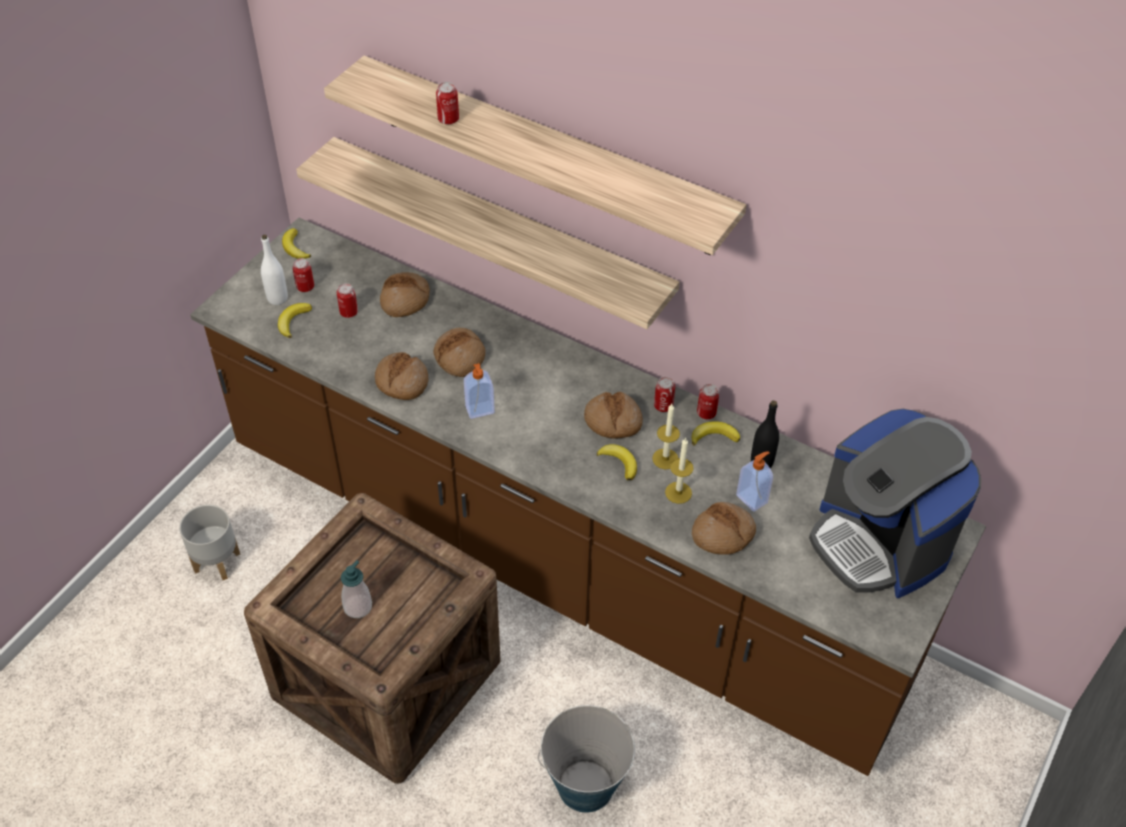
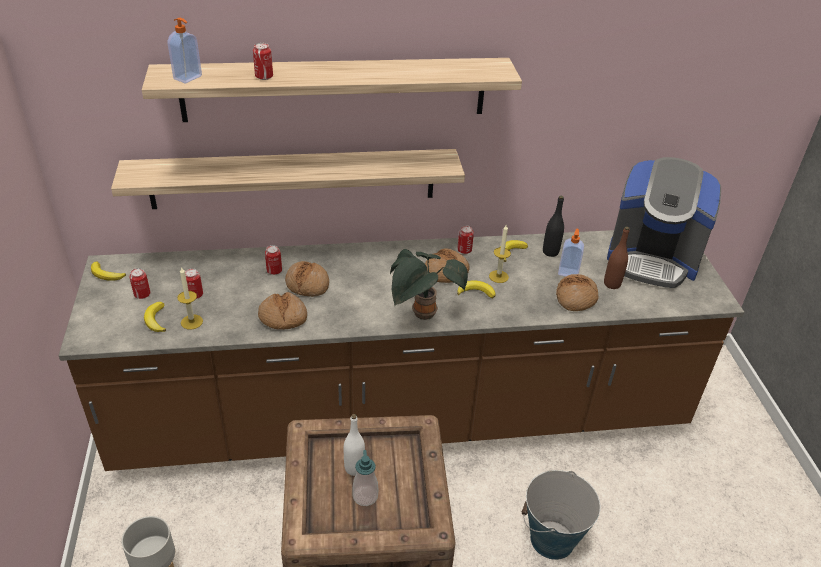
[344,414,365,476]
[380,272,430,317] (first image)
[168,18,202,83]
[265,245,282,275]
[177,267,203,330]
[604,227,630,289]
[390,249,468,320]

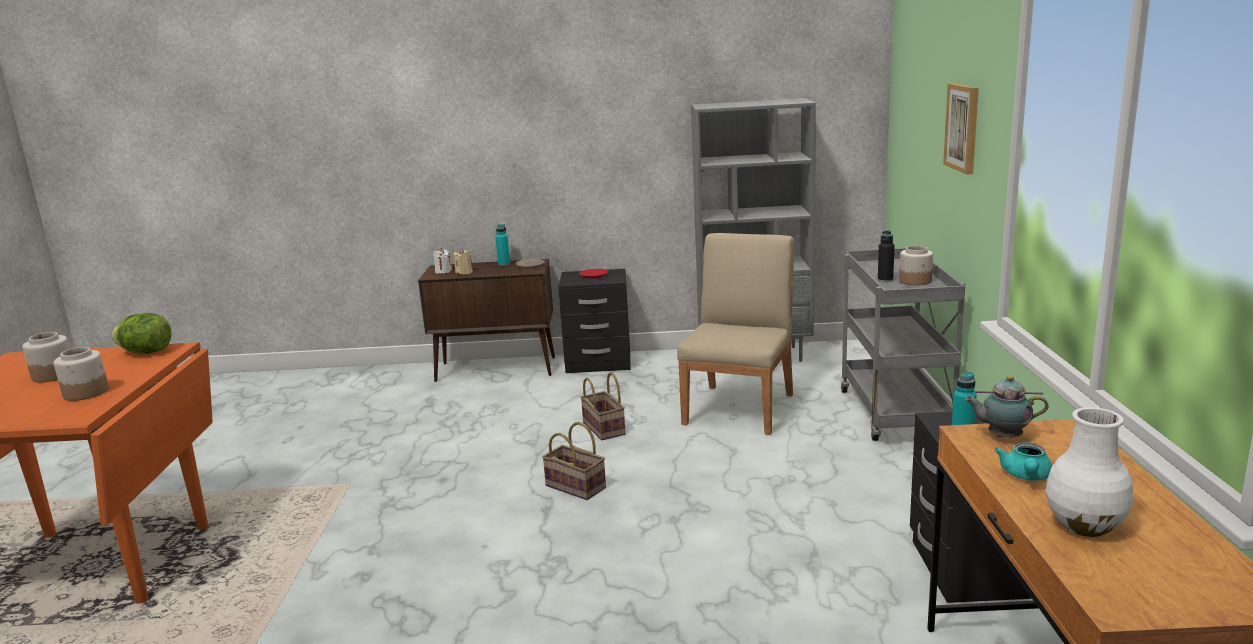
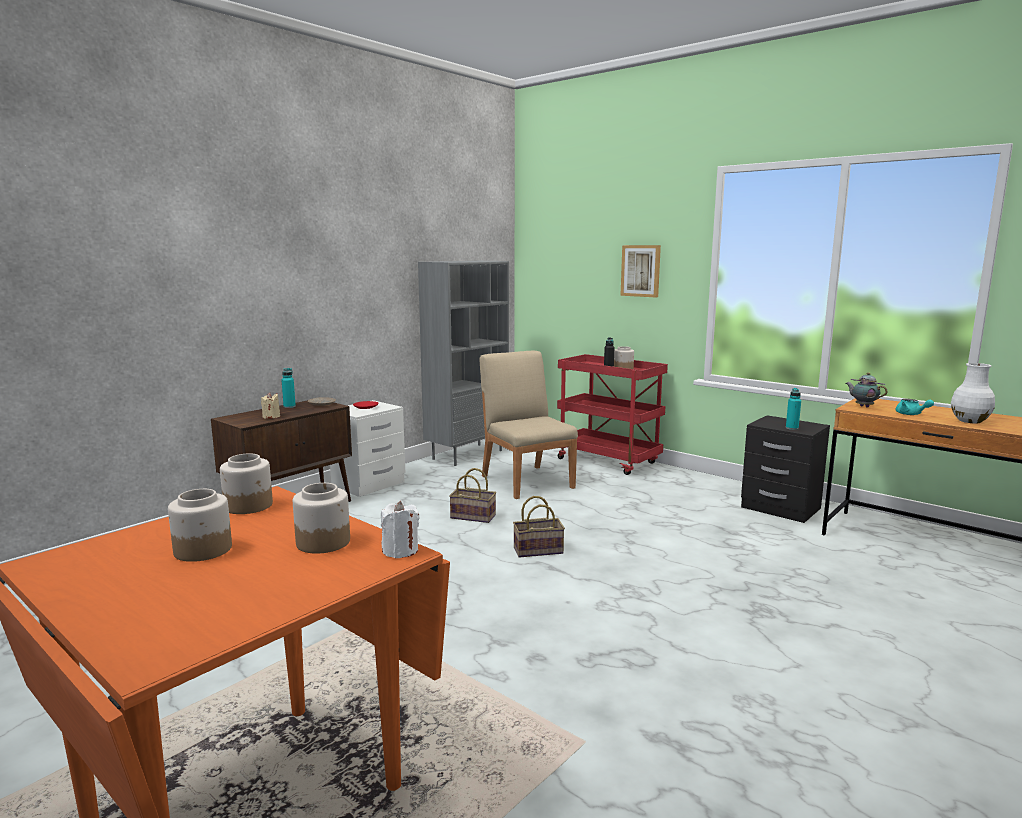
[381,501,419,558]
[557,354,668,475]
[330,400,405,497]
[220,454,273,514]
[846,372,888,408]

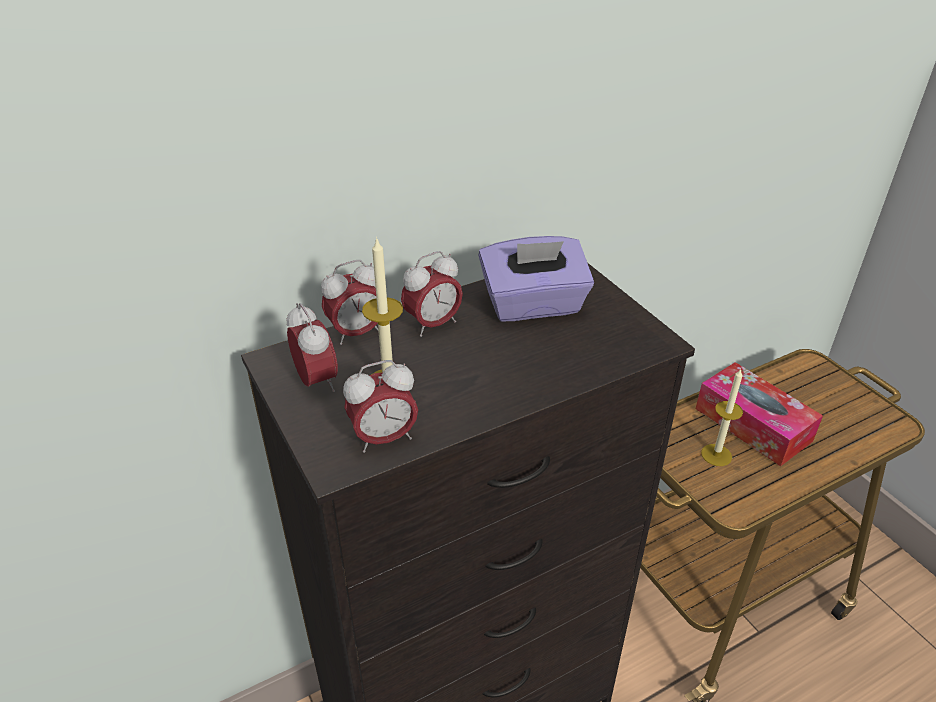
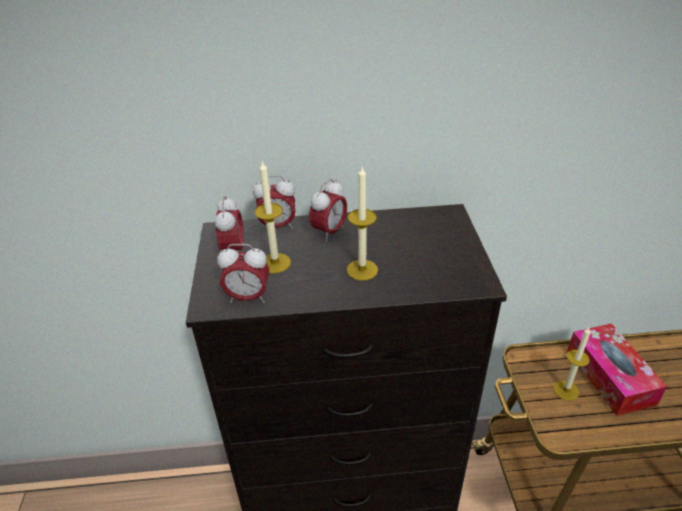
[478,236,594,321] (first image)
[309,179,347,242]
[347,167,378,281]

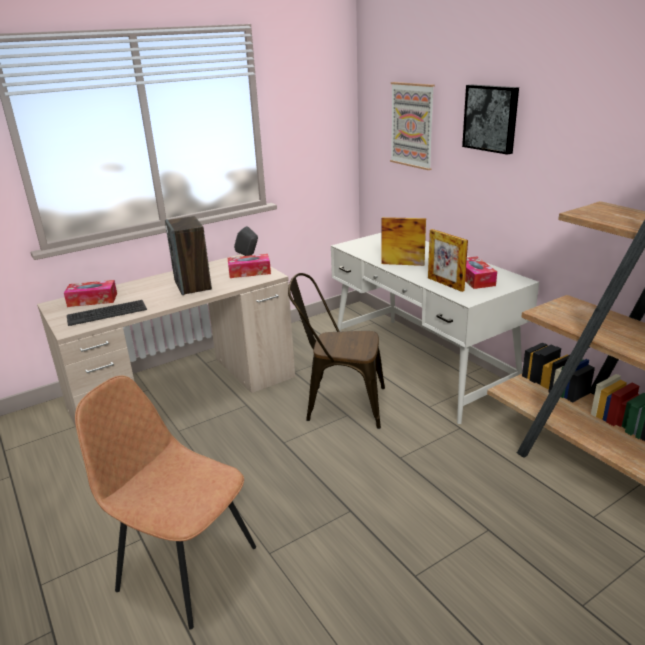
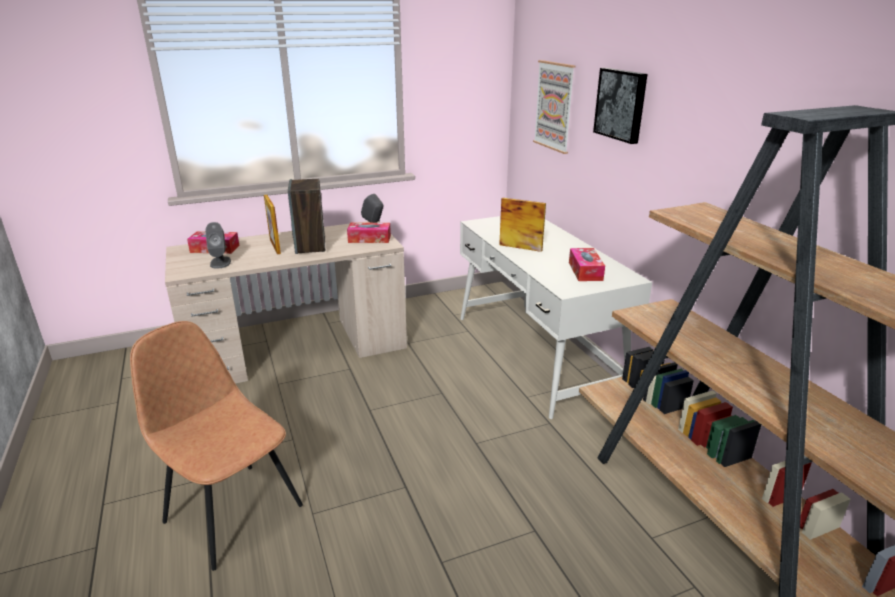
[264,195,281,254]
[288,273,385,429] (first image)
[205,222,231,269]

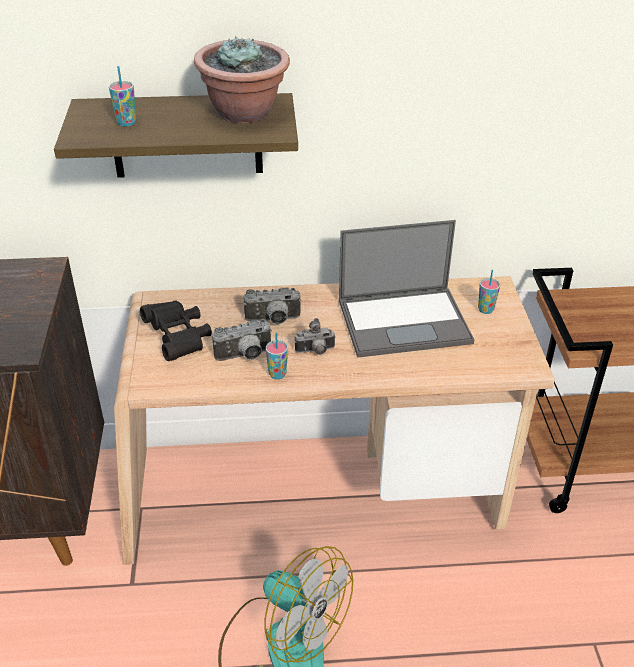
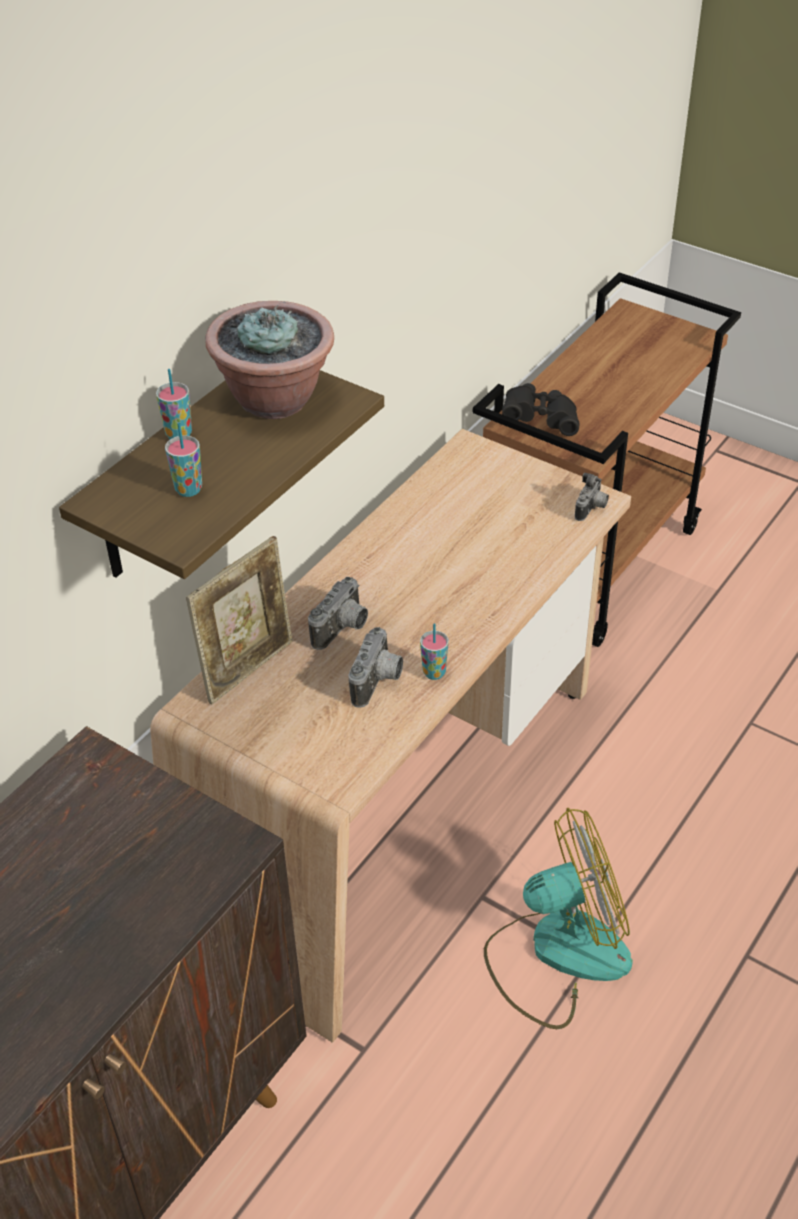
[339,220,474,358] (first image)
[156,369,192,439]
[502,383,579,436]
[575,472,609,521]
[186,536,292,705]

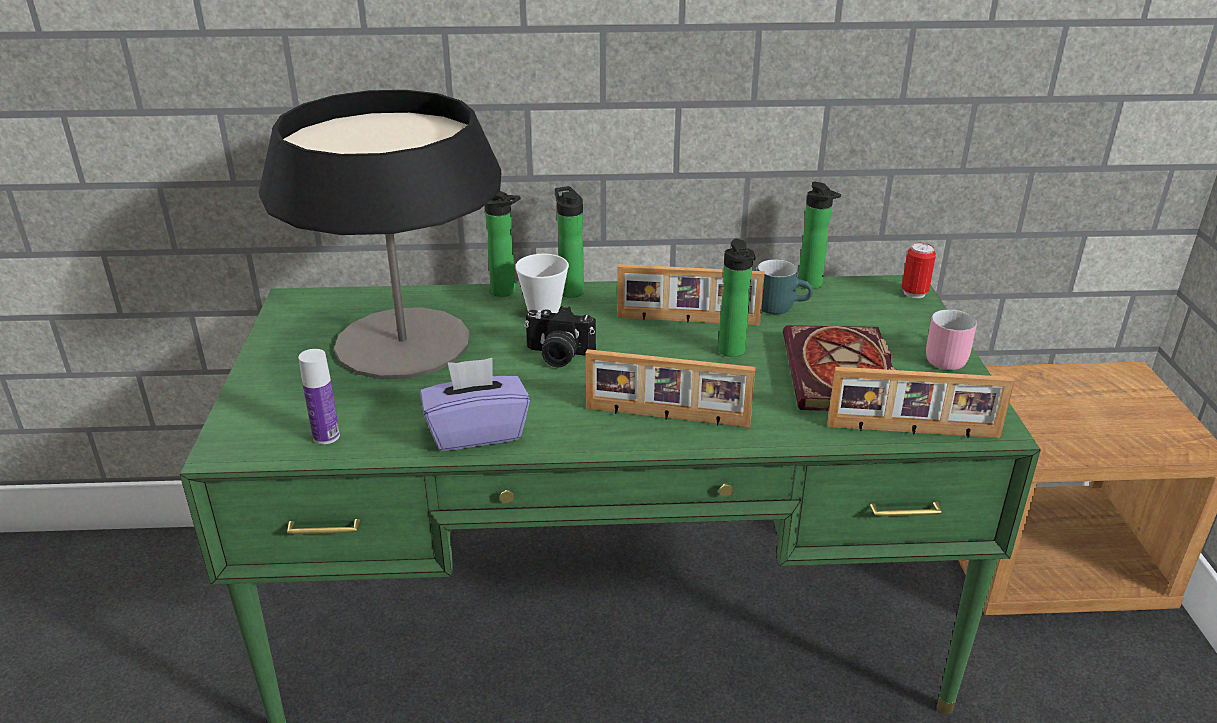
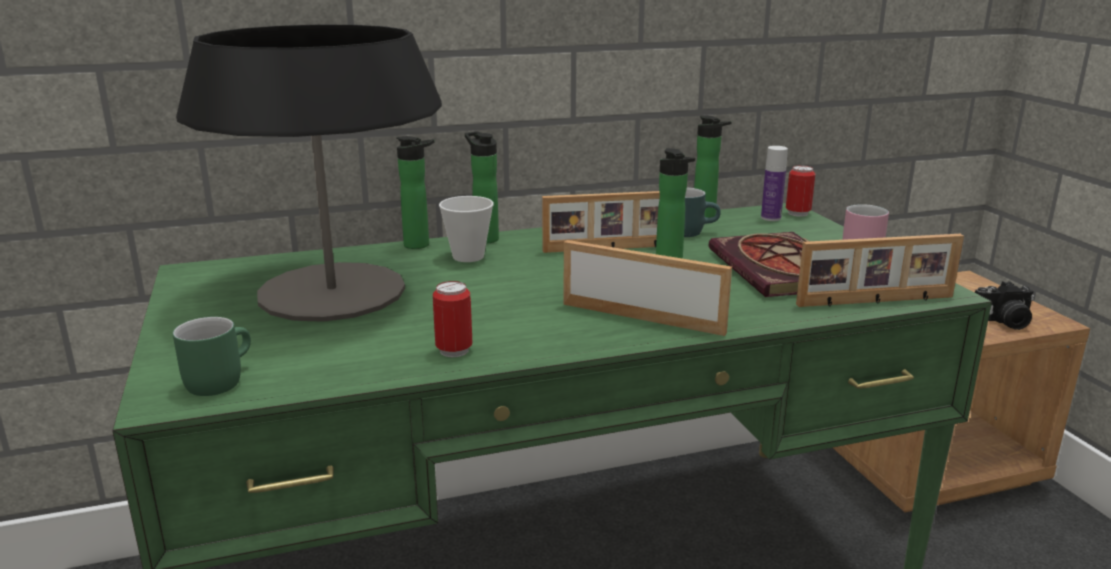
[975,281,1034,330]
[761,146,788,221]
[564,240,732,336]
[433,281,472,357]
[173,317,251,396]

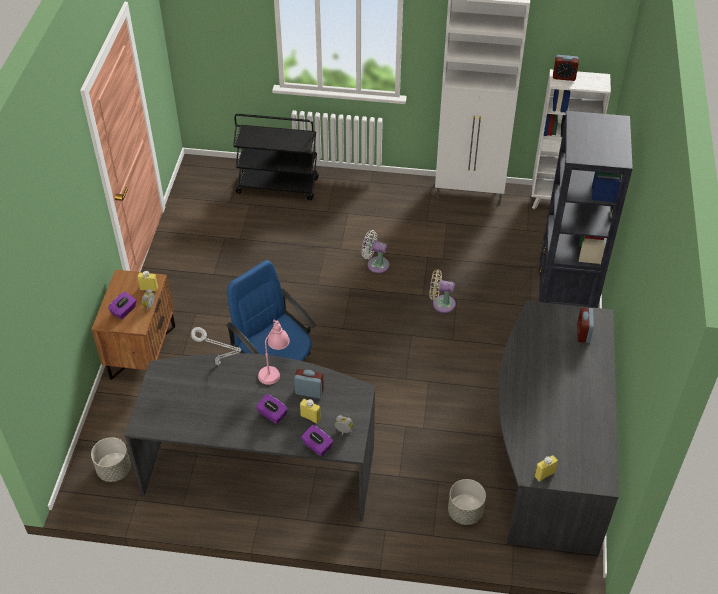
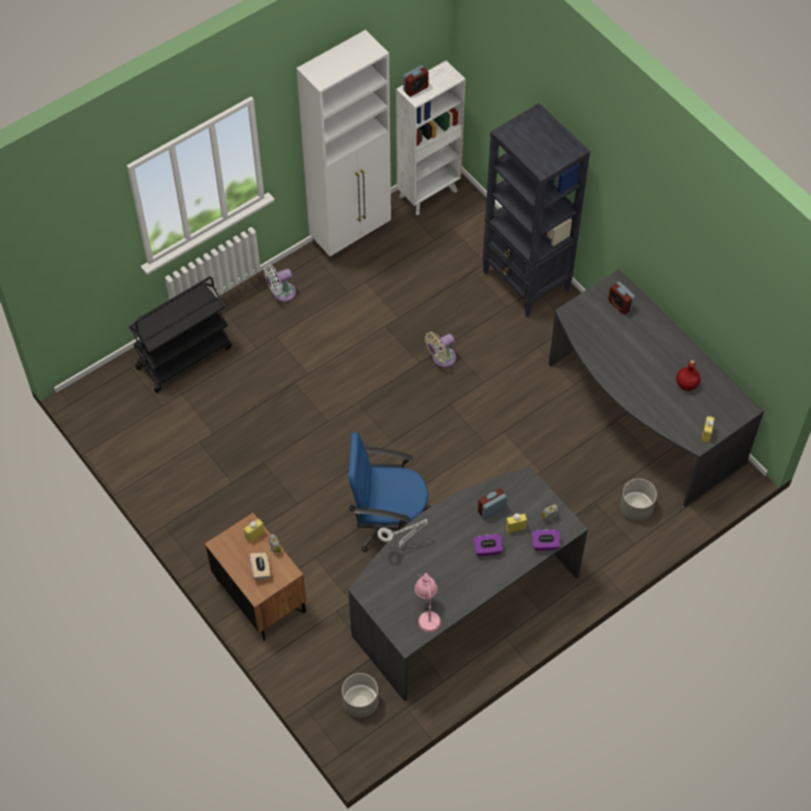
[264,265,296,302]
[249,552,271,581]
[415,573,441,632]
[676,360,700,391]

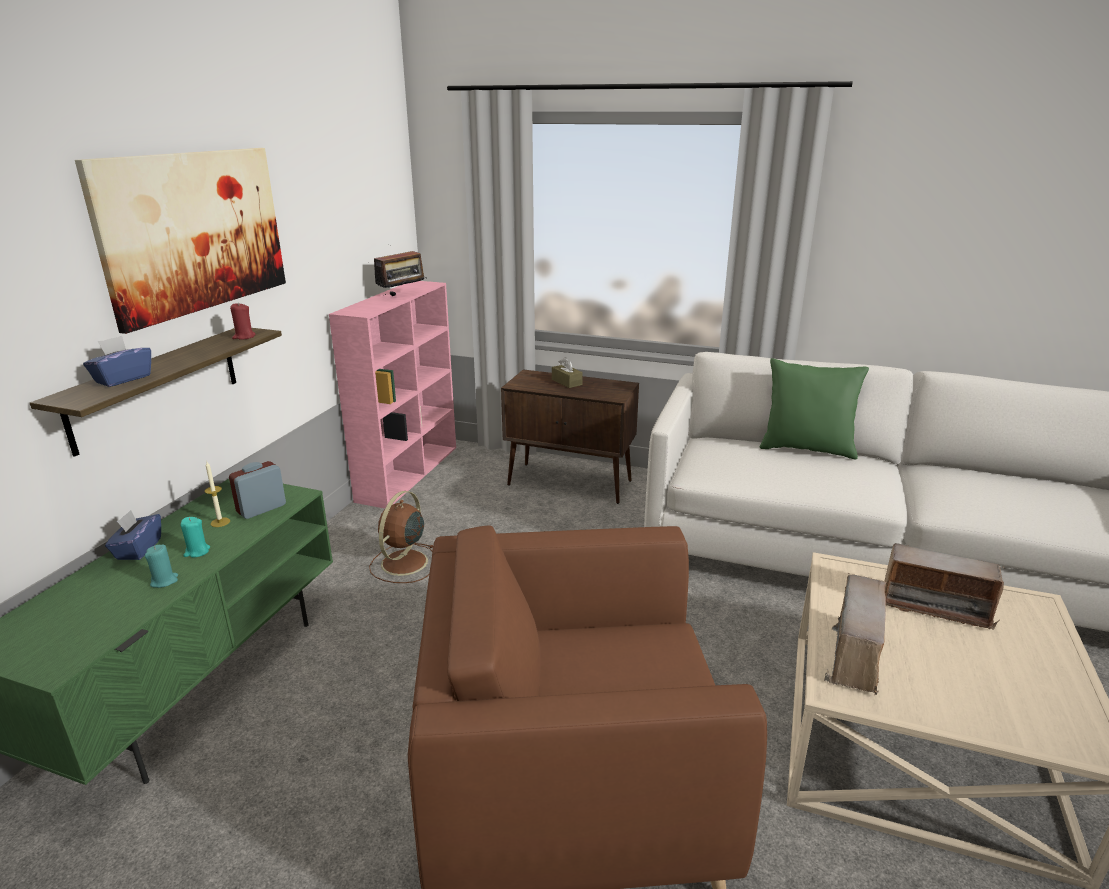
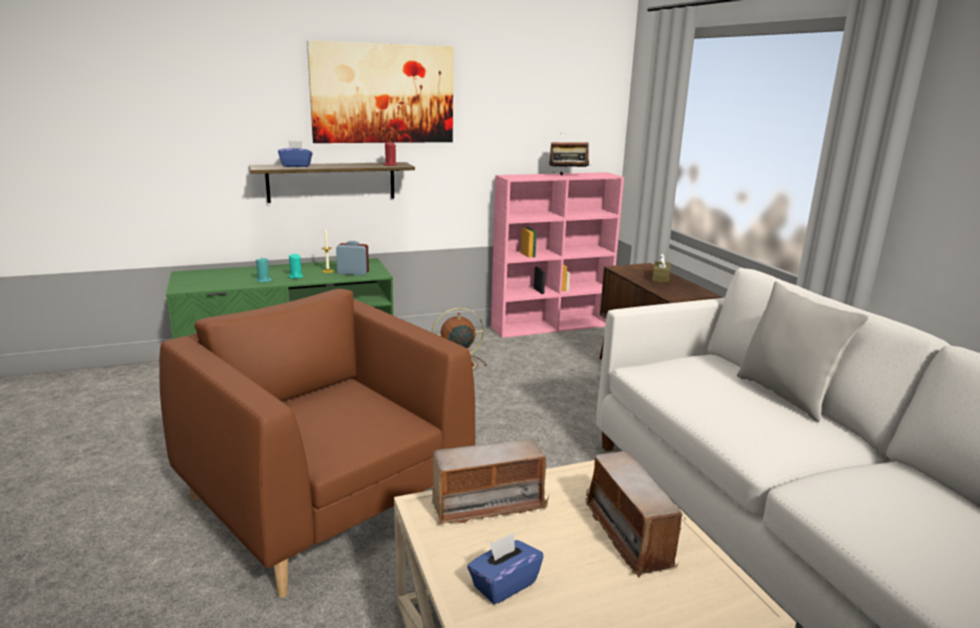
[737,281,869,422]
[467,533,544,604]

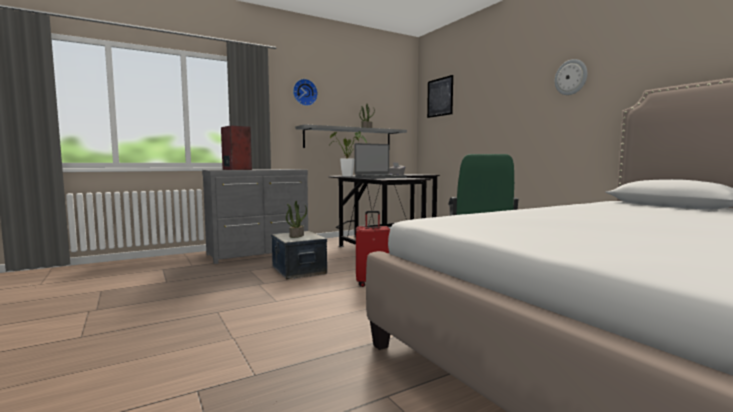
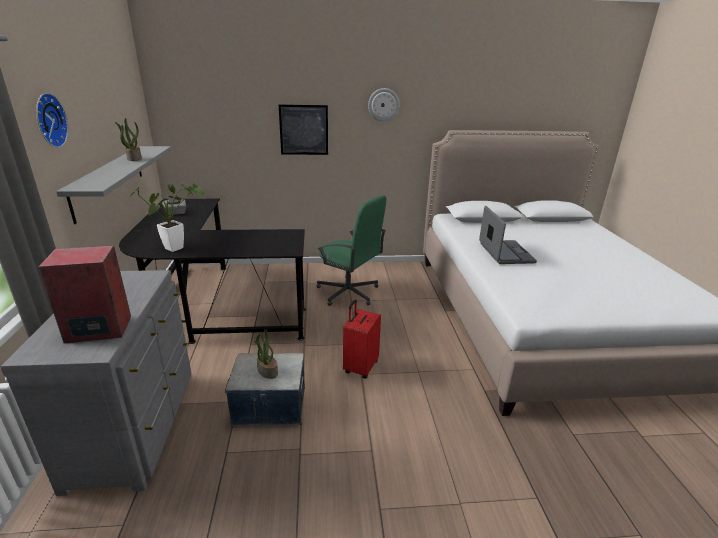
[279,105,328,155]
[479,206,537,264]

